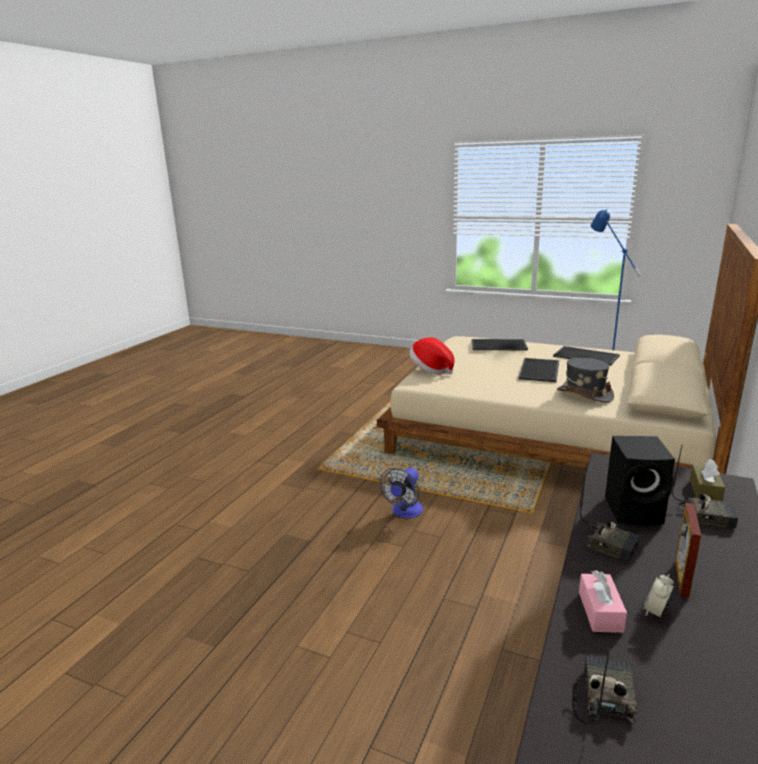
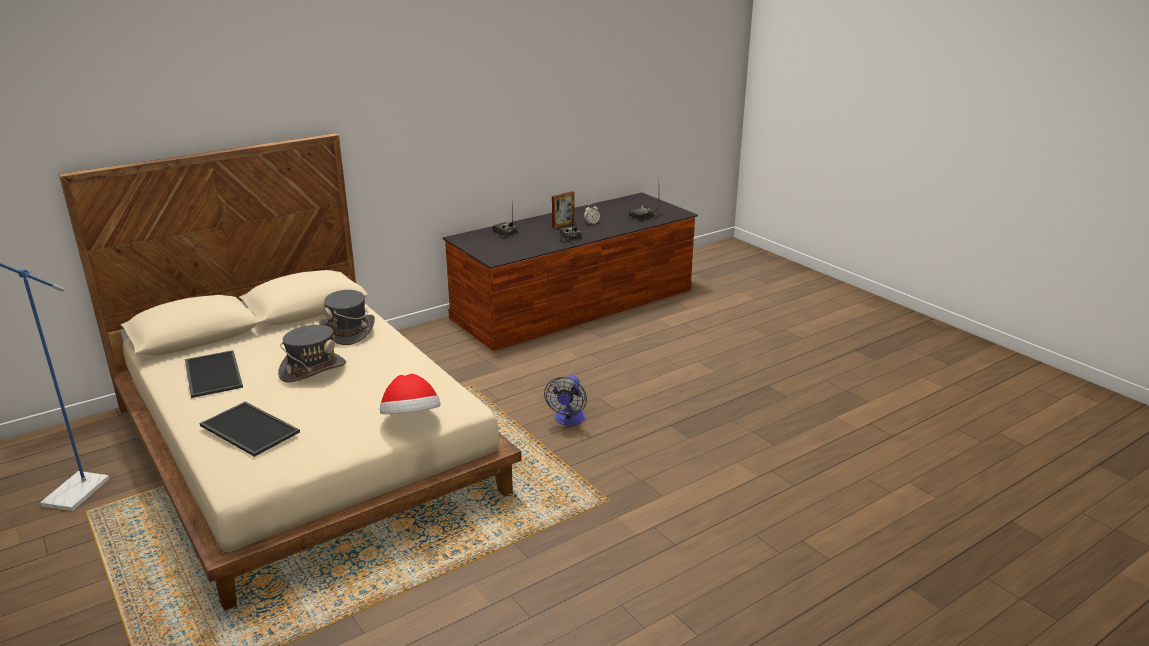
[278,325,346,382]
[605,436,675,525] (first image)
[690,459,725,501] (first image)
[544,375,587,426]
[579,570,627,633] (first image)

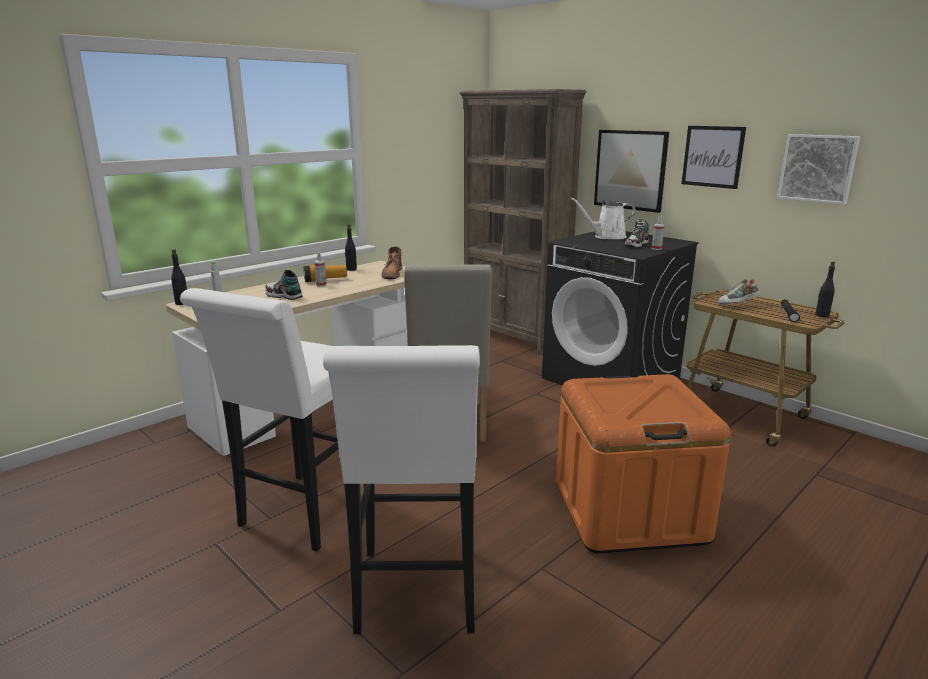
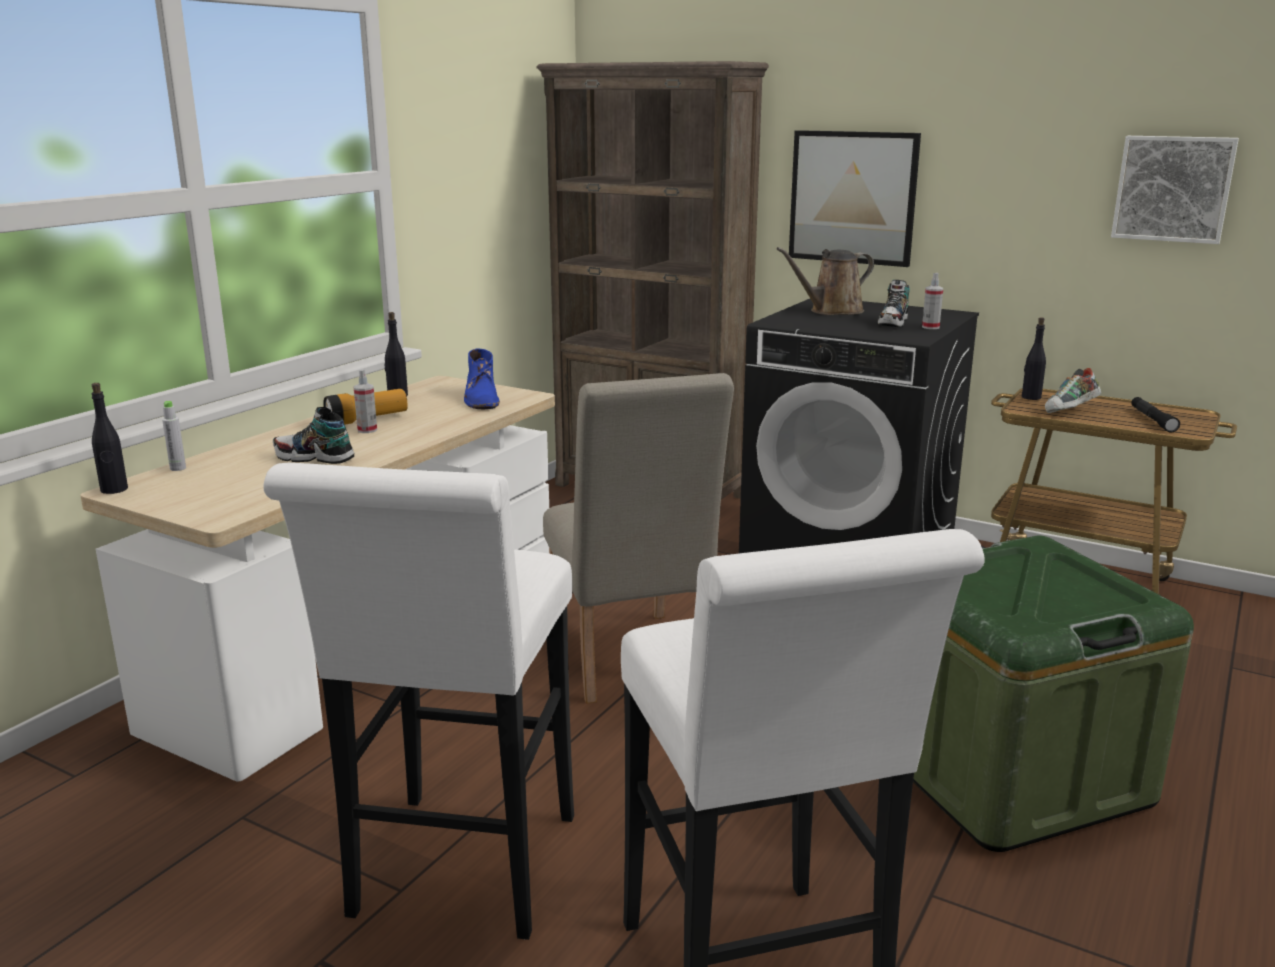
[682,126,746,189] (first image)
[776,247,874,315]
[464,348,500,409]
[1022,317,1046,400]
[913,535,1194,852]

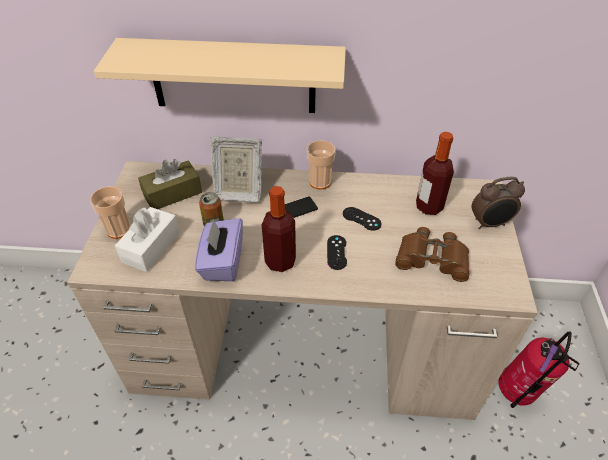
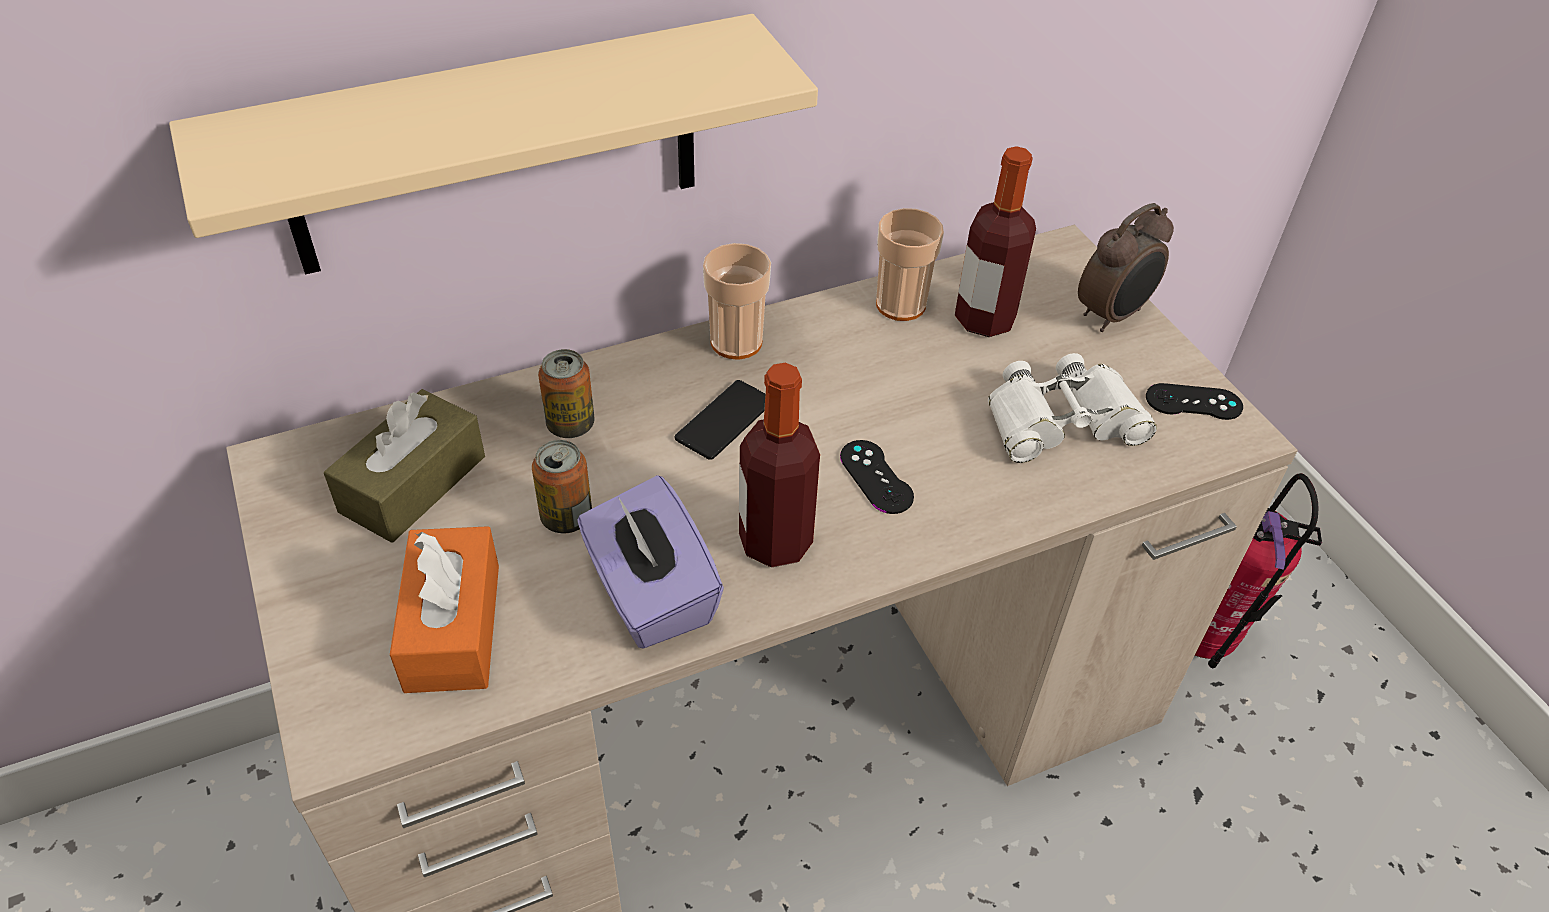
[538,349,594,438]
[876,208,944,321]
[390,526,499,693]
[1146,383,1243,420]
[988,353,1157,463]

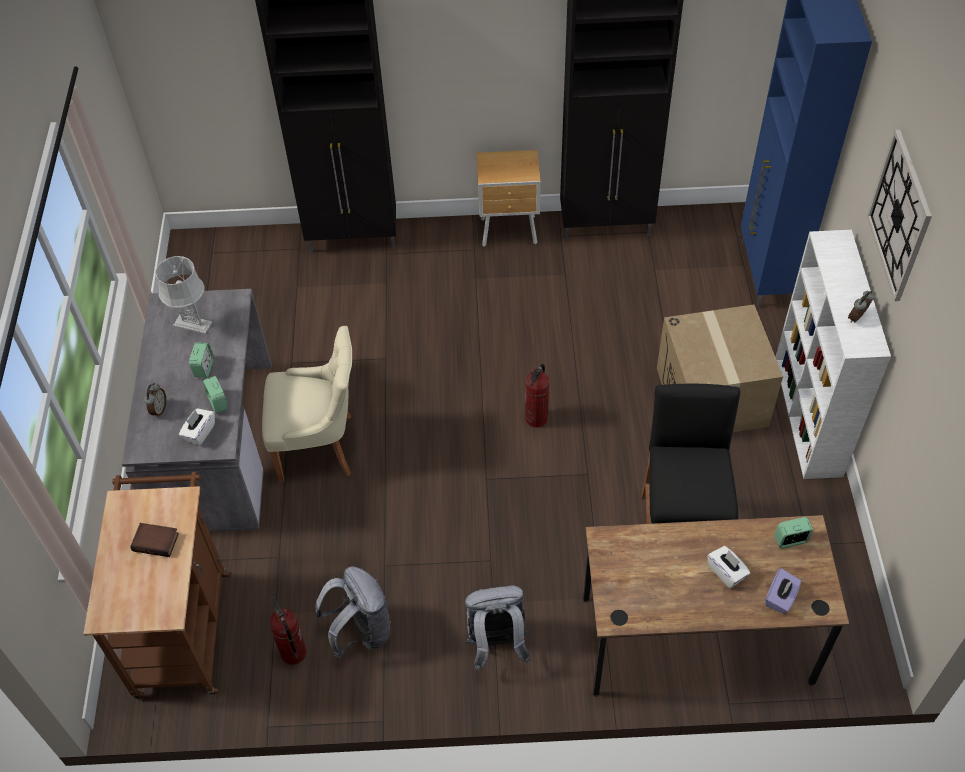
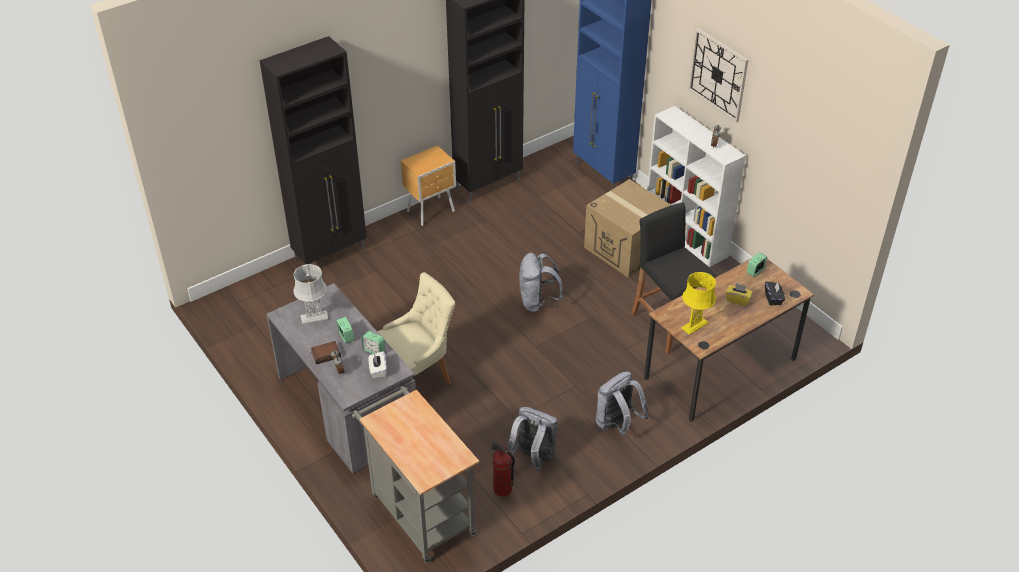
[519,253,563,313]
[352,386,479,563]
[311,341,341,364]
[726,283,753,306]
[765,282,785,305]
[681,272,716,335]

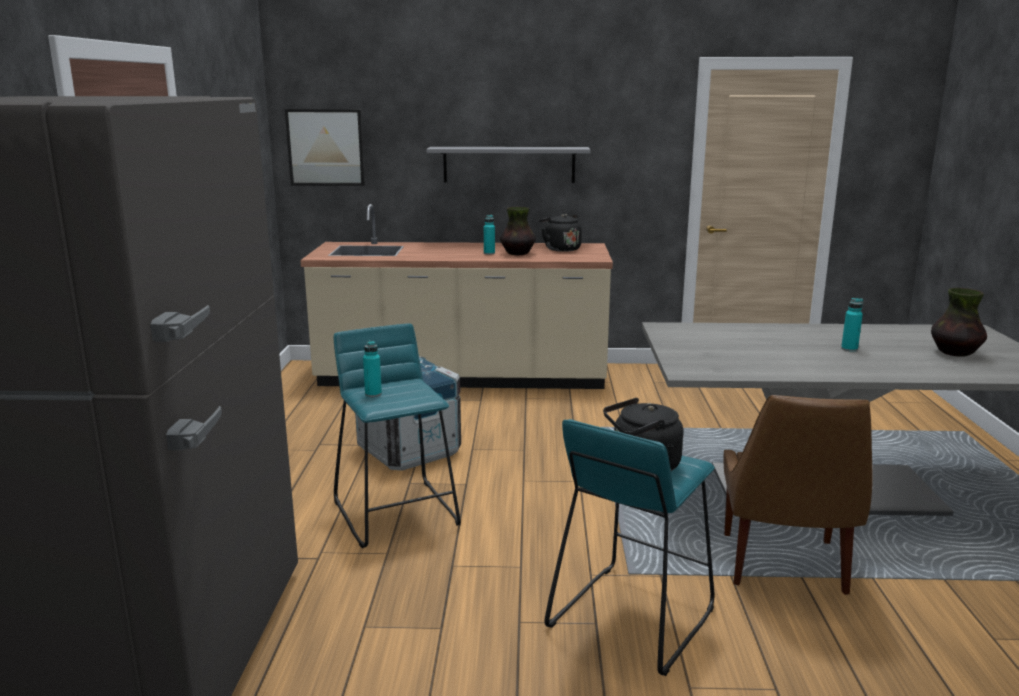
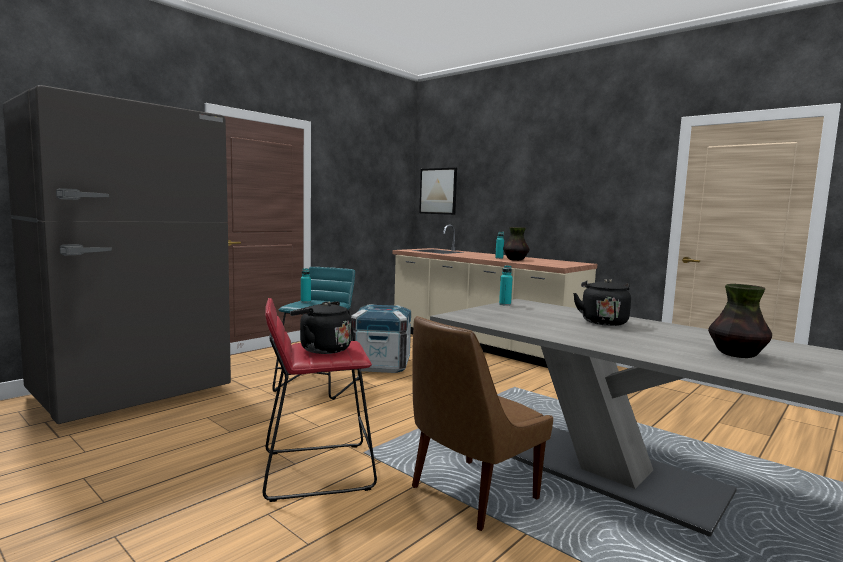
[426,147,591,183] (first image)
[573,279,631,326]
[499,265,513,306]
[263,298,377,502]

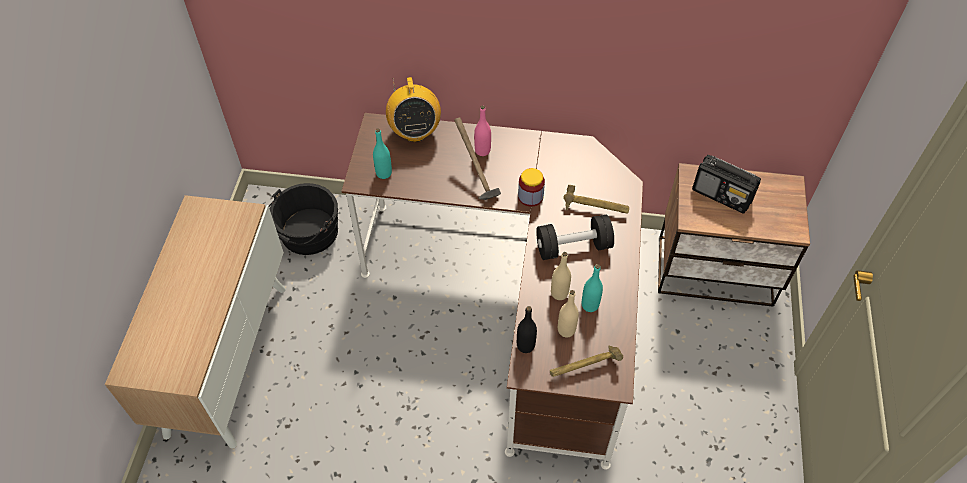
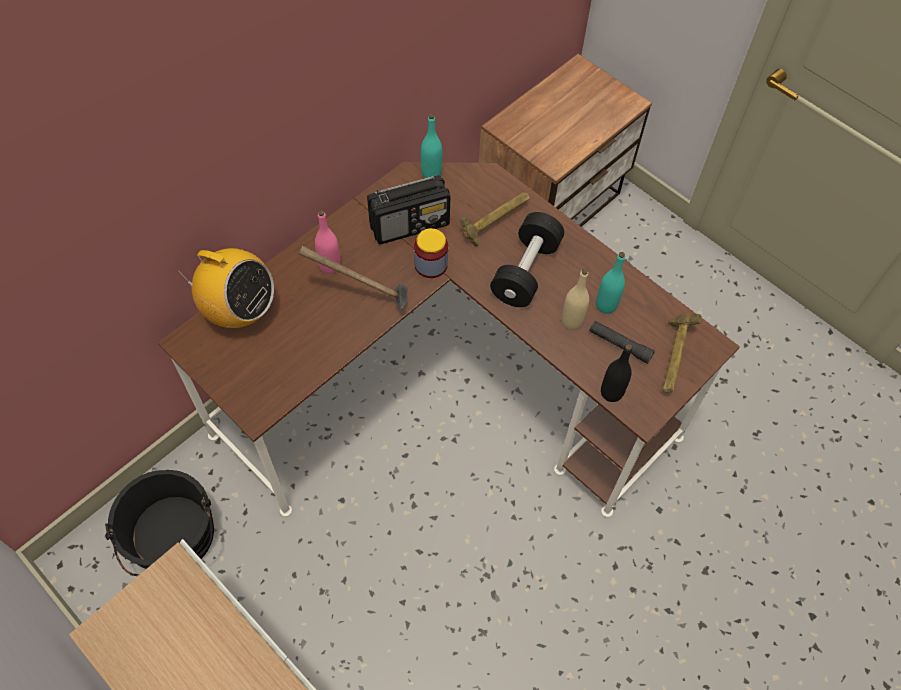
[421,114,442,178]
[367,175,450,245]
[589,321,655,364]

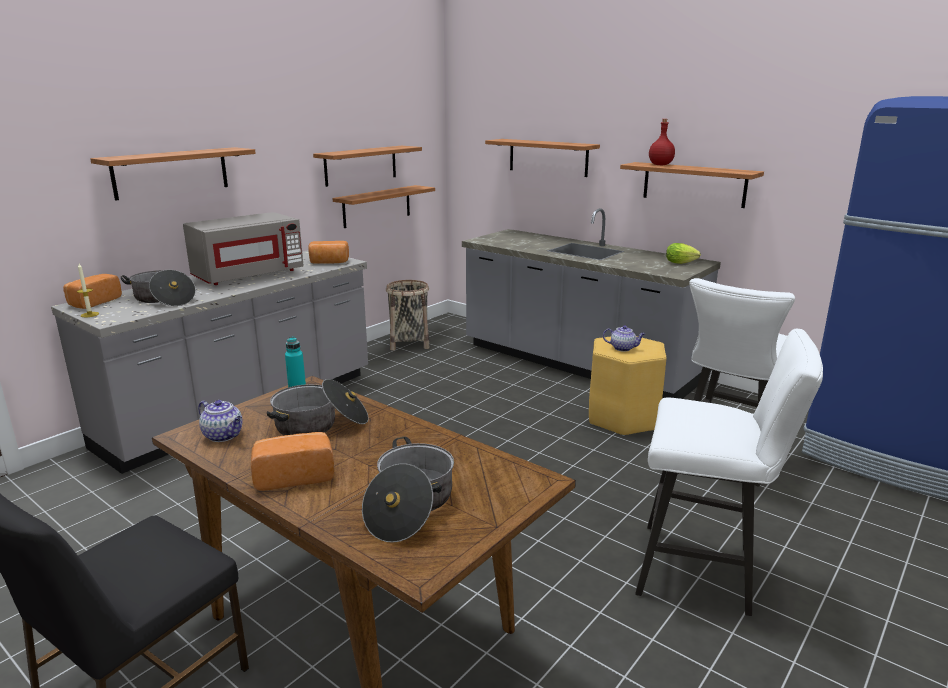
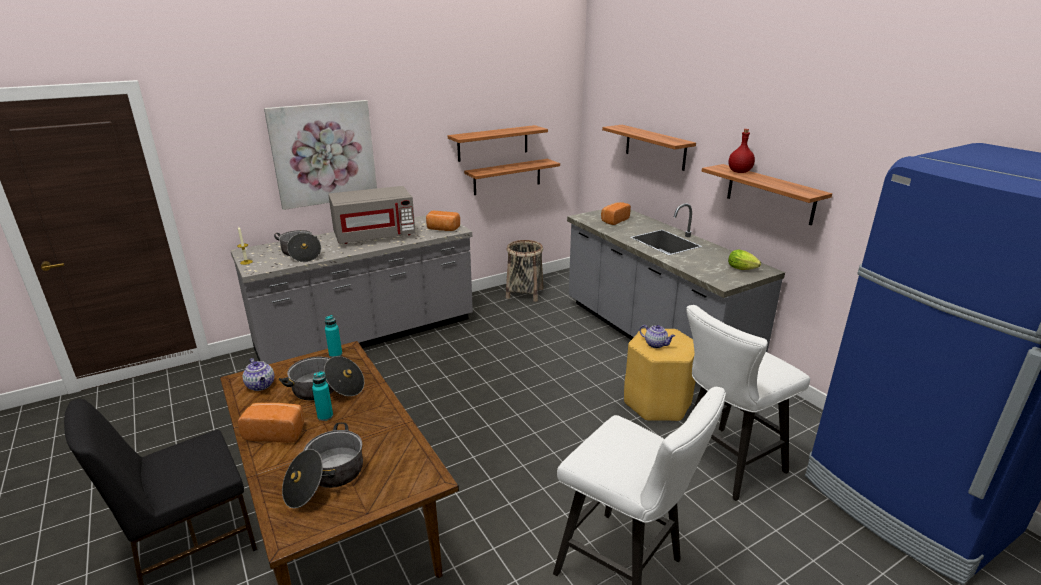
[264,100,377,210]
[601,202,631,225]
[312,371,333,421]

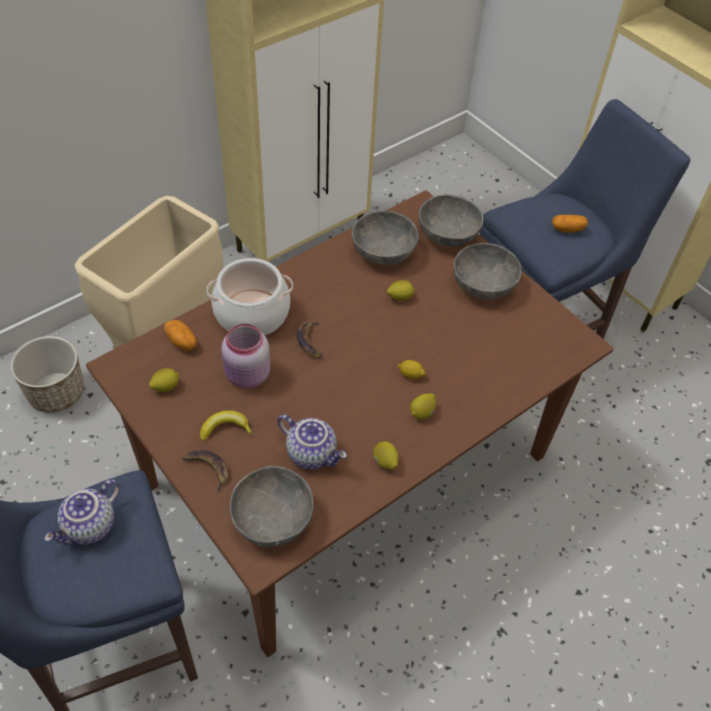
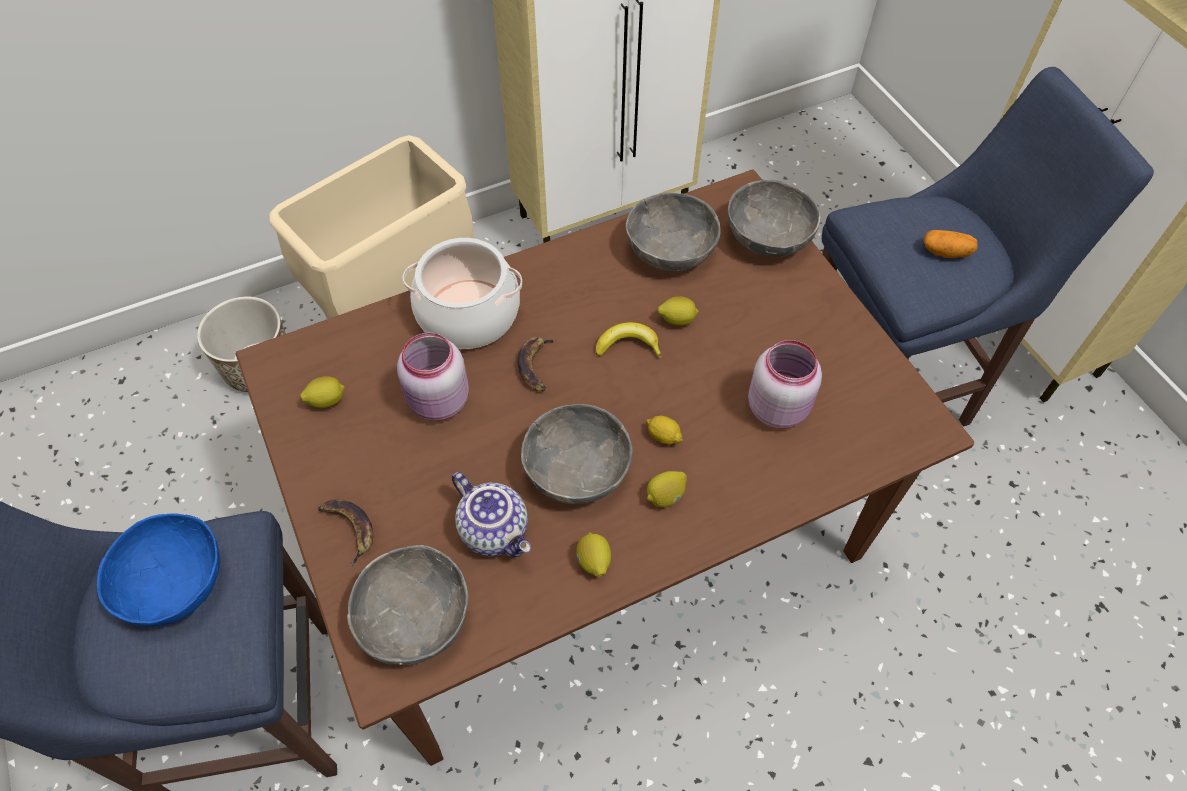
[521,404,633,504]
[164,320,197,351] (first image)
[596,322,662,358]
[97,513,220,626]
[748,340,822,429]

